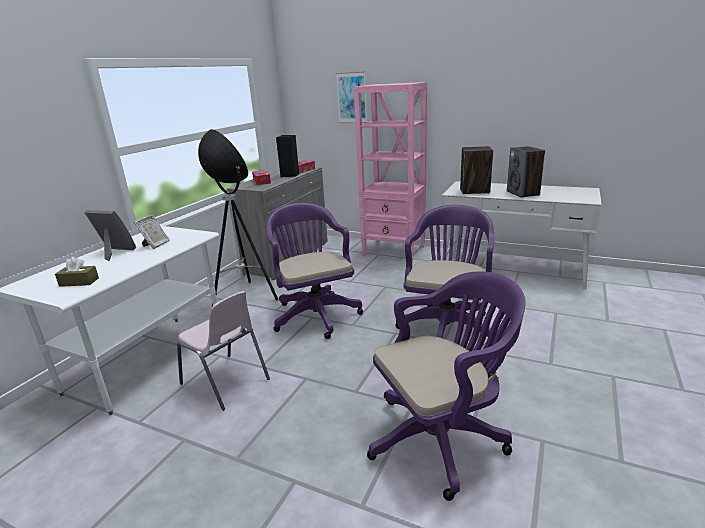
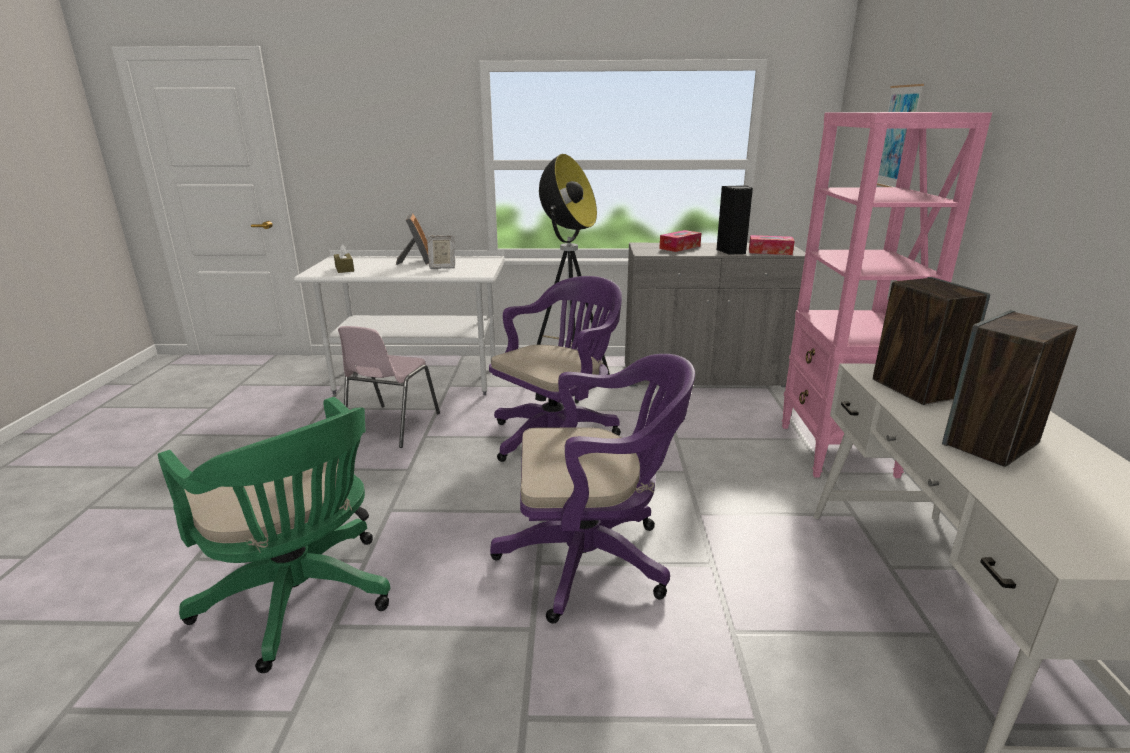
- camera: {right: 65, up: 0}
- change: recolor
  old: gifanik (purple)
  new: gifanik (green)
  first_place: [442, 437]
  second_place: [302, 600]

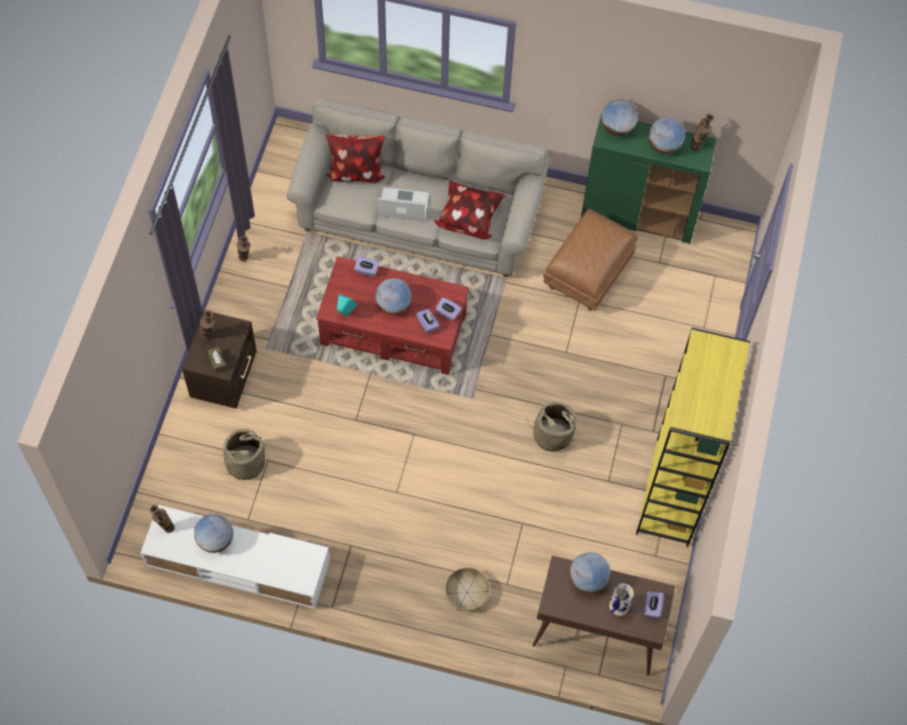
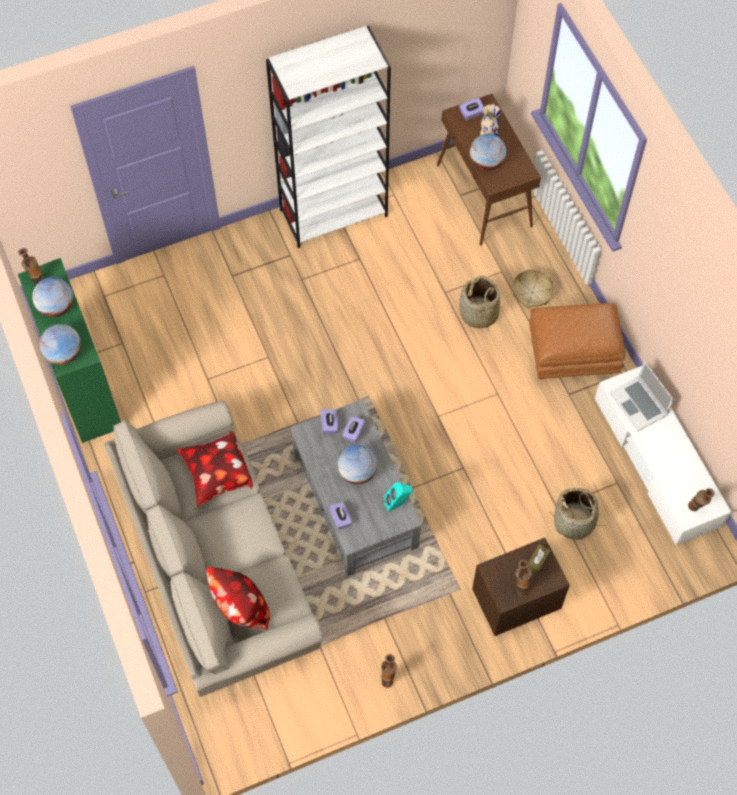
- camera: {right: -125, up: 0}
- change: delete
  old: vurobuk
  first_place: [215, 540]
- change: move
  old: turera
  first_place: [403, 205]
  second_place: [639, 403]
- change: move
  old: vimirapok
  first_place: [552, 435]
  second_place: [478, 314]
- change: move
  old: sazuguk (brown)
  first_place: [587, 273]
  second_place: [571, 355]
- change: recolor
  old: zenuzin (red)
  new: zenuzin (grey)
  first_place: [394, 330]
  second_place: [355, 499]
- change: recolor
  old: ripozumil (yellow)
  new: ripozumil (white)
  first_place: [672, 494]
  second_place: [334, 212]

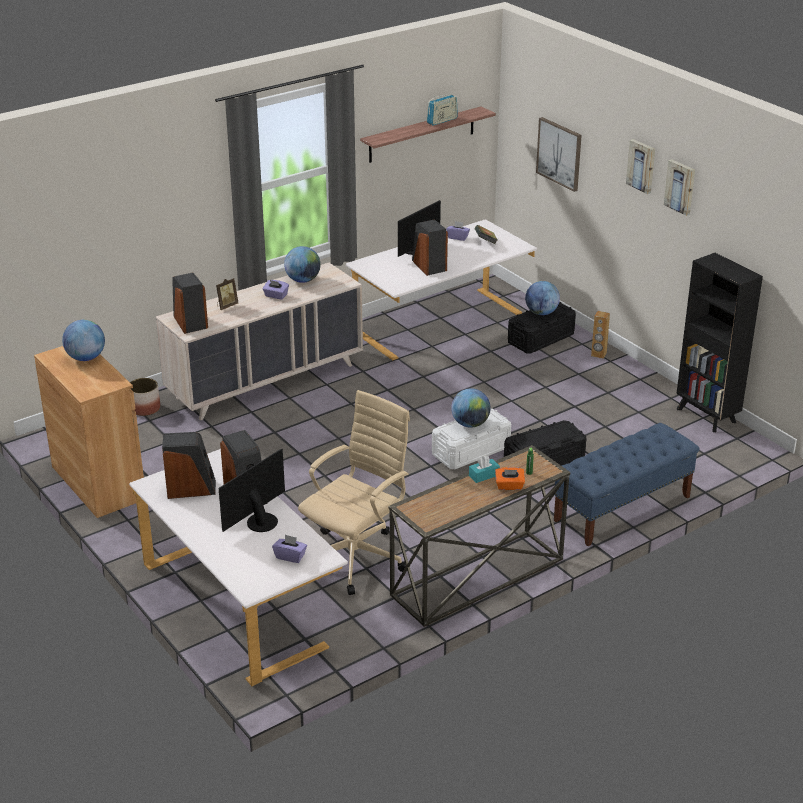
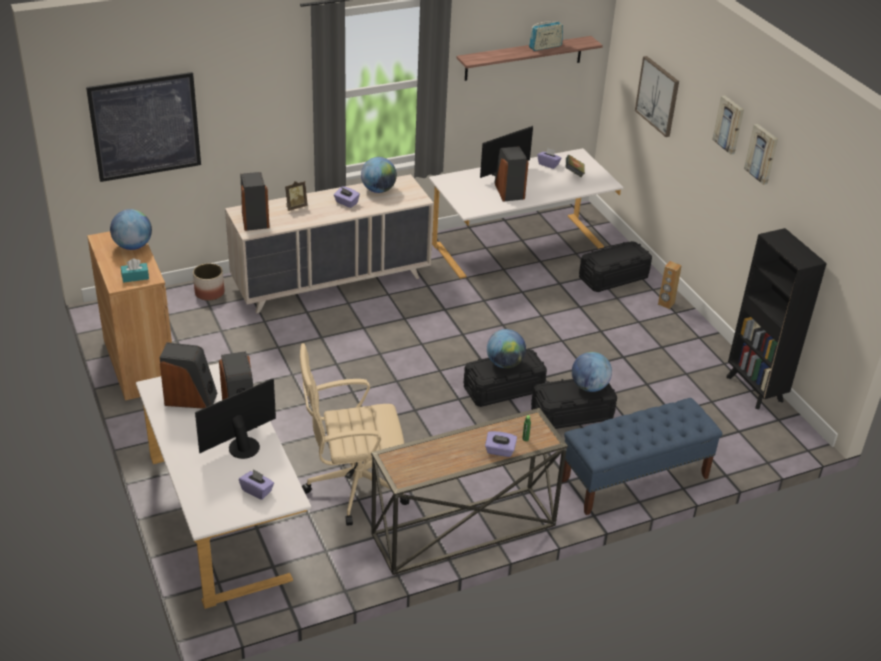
- camera: {right: 10, up: 5}
- change: insert
  new: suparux
  second_place: [145, 126]
- change: move
  old: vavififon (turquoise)
  first_place: [484, 475]
  second_place: [135, 277]
- change: move
  old: vurobuk
  first_place: [541, 313]
  second_place: [589, 387]
- change: recolor
  old: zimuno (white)
  new: zimuno (black)
  first_place: [470, 451]
  second_place: [503, 389]
- change: recolor
  old: vavififon (orange)
  new: vavififon (purple)
  first_place: [509, 486]
  second_place: [500, 451]
- change: rotate
  old: gifanik (beige)
  first_place: [356, 557]
  second_place: [353, 486]
  degrees: -150

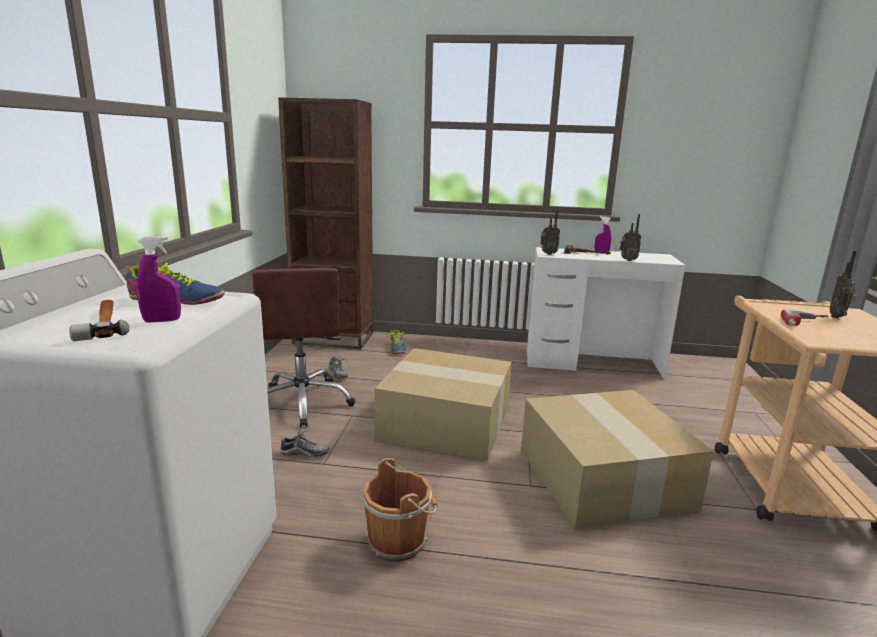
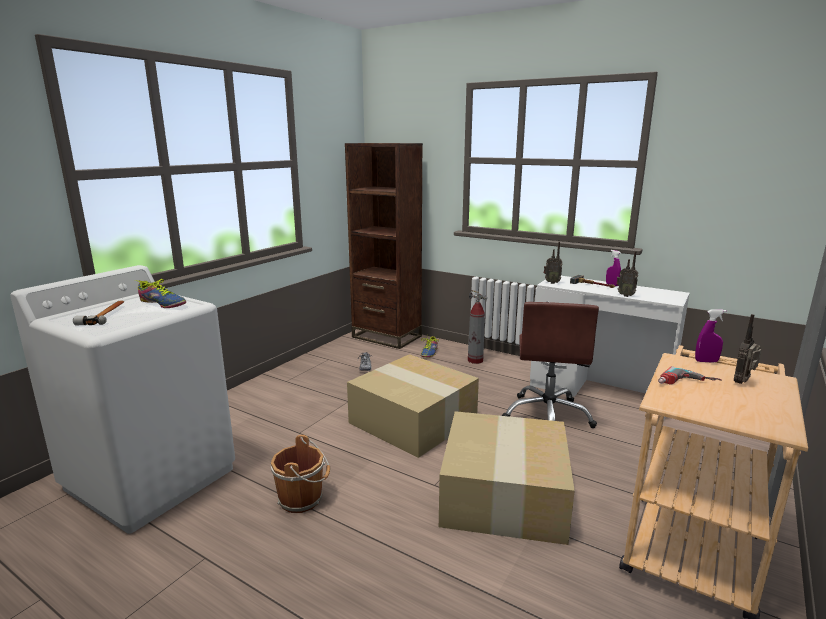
- camera: {right: 25, up: 0}
- change: delete
  old: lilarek
  first_place: [305, 453]
- change: insert
  new: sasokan
  second_place: [475, 360]
- change: move
  old: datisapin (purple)
  first_place: [162, 321]
  second_place: [706, 361]
- change: move
  old: gifanik (brown)
  first_place: [303, 402]
  second_place: [548, 416]

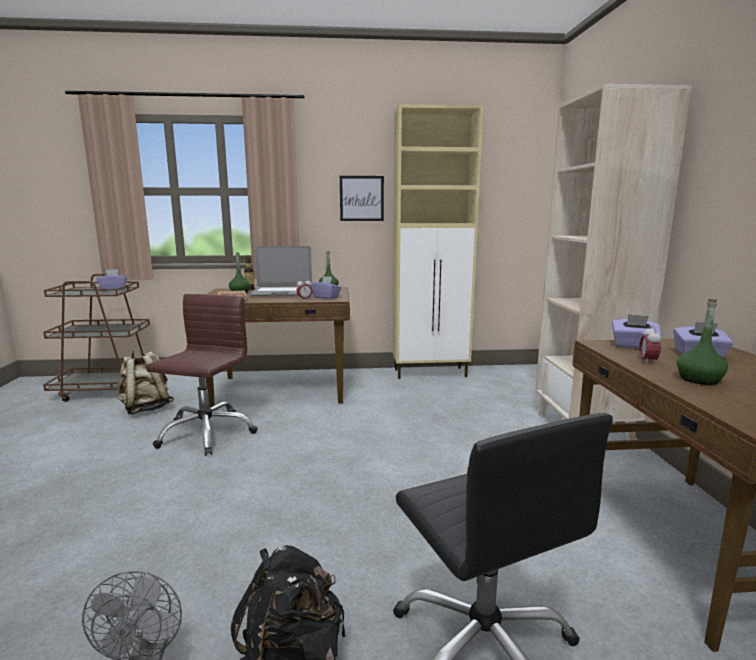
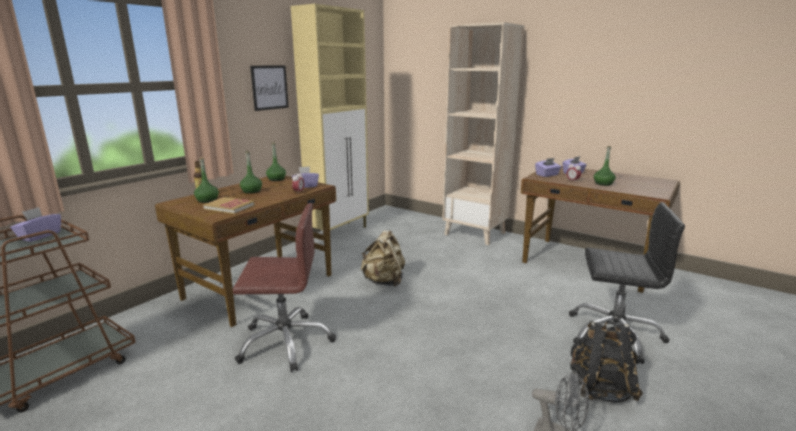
- camera: {right: -50, up: 5}
- change: move
  old: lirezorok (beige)
  first_place: [146, 408]
  second_place: [384, 281]
- change: replace
  old: turera
  new: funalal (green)
  first_place: [282, 293]
  second_place: [251, 191]
- change: rotate
  old: gifanik (brown)
  first_place: [206, 433]
  second_place: [285, 342]
  degrees: 120

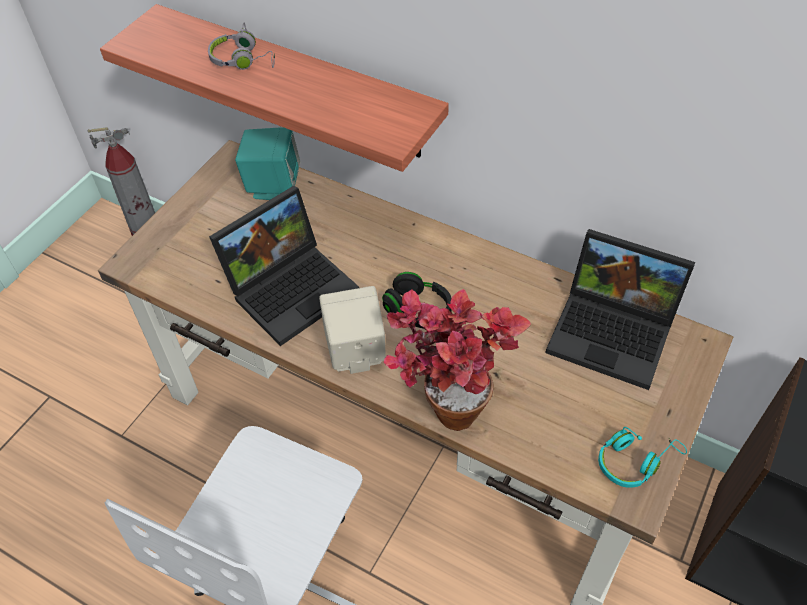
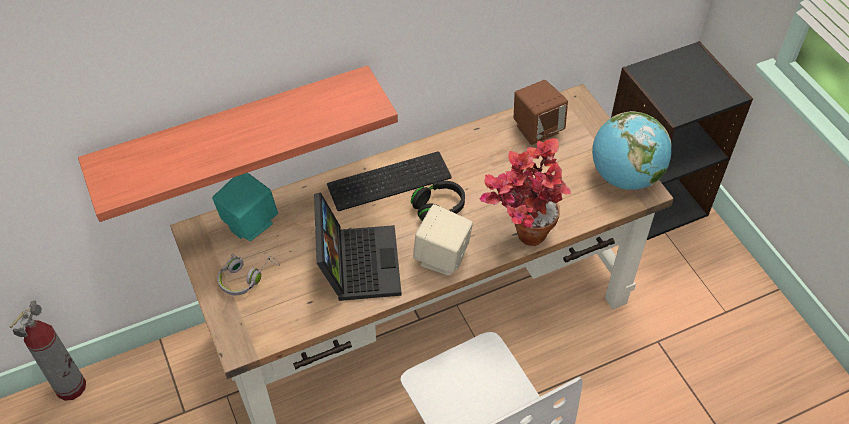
- camera: {right: -55, up: 0}
- change: insert
  new: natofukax
  second_place: [390, 179]
- change: move
  old: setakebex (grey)
  first_place: [243, 60]
  second_place: [246, 277]
- change: replace
  old: turera
  new: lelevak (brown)
  first_place: [614, 332]
  second_place: [537, 129]
- change: replace
  old: setakebex (turquoise)
  new: vurobuk
  first_place: [635, 461]
  second_place: [624, 176]

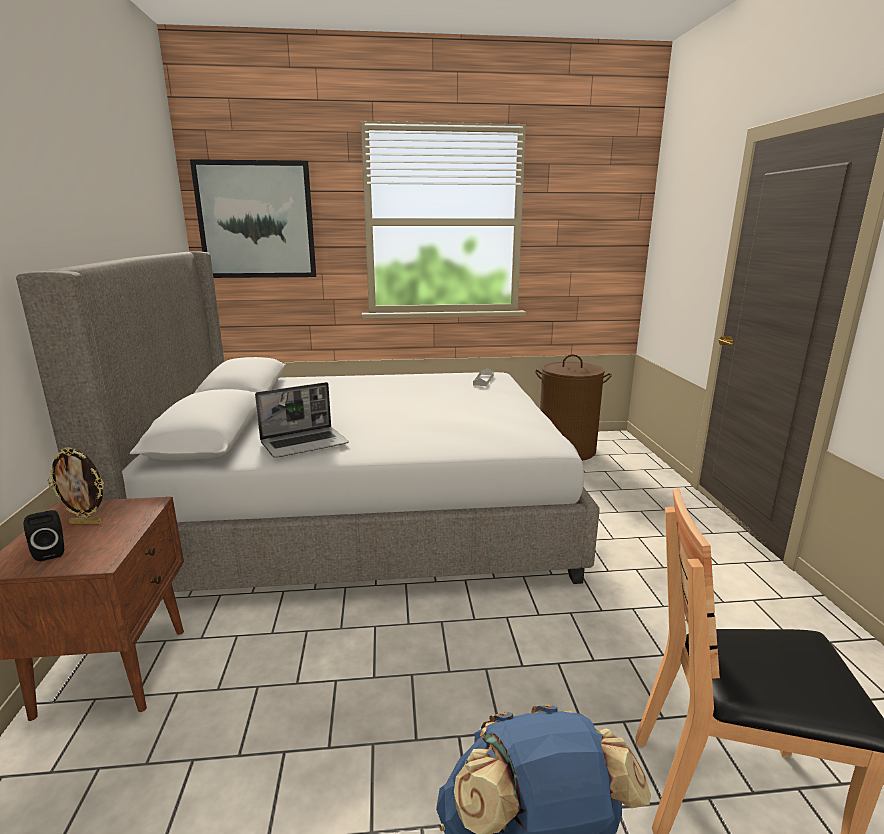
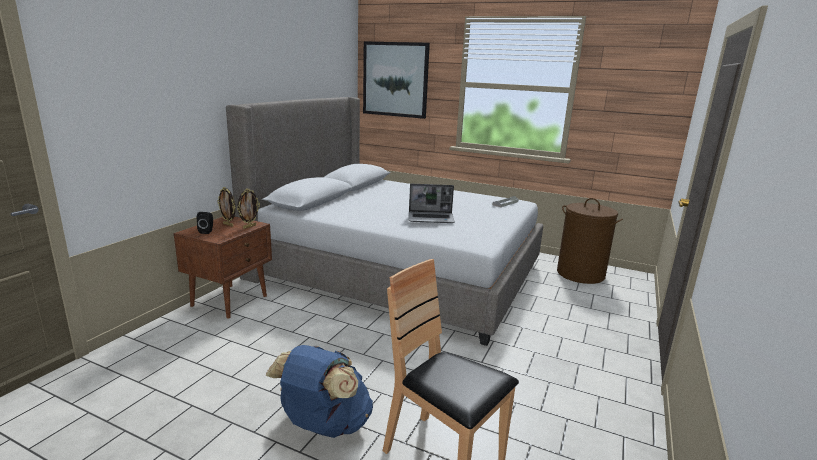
- camera: {right: 30, up: 0}
- change: insert
  new: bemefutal
  second_place: [249, 226]
- change: move
  old: turera
  first_place: [305, 443]
  second_place: [431, 218]

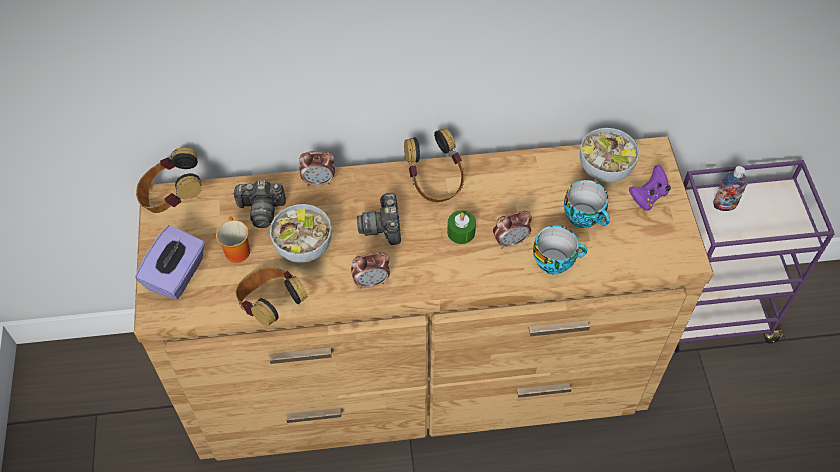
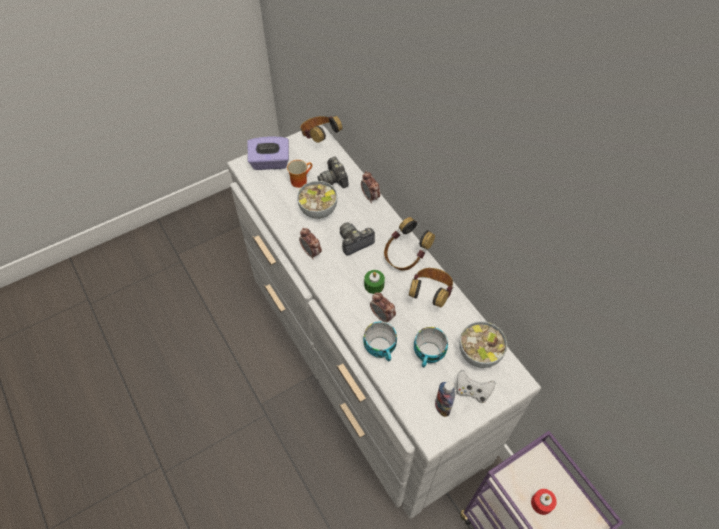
- camera: {right: 65, up: 0}
- change: insert
  new: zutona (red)
  second_place: [541, 503]
- change: move
  old: setakebex
  first_place: [271, 305]
  second_place: [430, 294]
- change: move
  old: funalal
  first_place: [724, 205]
  second_place: [442, 407]
- change: recolor
  old: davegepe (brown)
  new: davegepe (white)
  first_place: [420, 374]
  second_place: [362, 361]
- change: recolor
  old: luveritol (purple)
  new: luveritol (white)
  first_place: [648, 197]
  second_place: [472, 391]

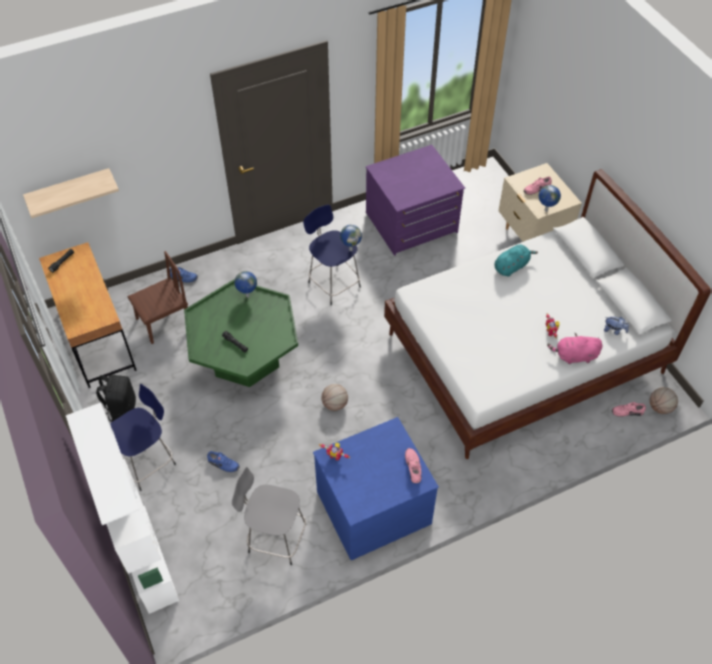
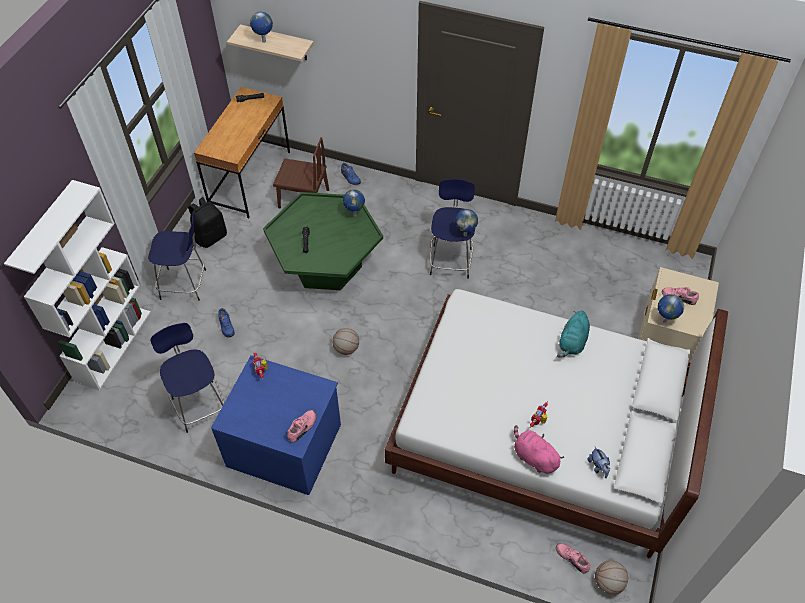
- camera: {right: 45, up: 0}
- change: delete
  old: davegepe (purple)
  first_place: [412, 223]
- change: insert
  new: vurobuk
  second_place: [264, 41]
- change: recolor
  old: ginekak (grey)
  new: ginekak (blue)
  first_place: [275, 537]
  second_place: [199, 404]
- change: rotate
  old: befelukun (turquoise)
  first_place: [512, 266]
  second_place: [572, 343]
  degrees: 105

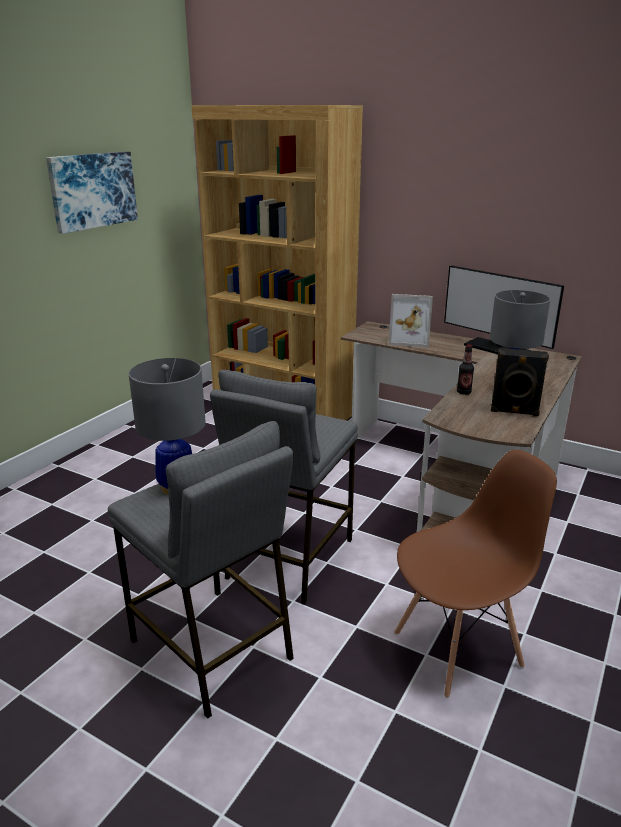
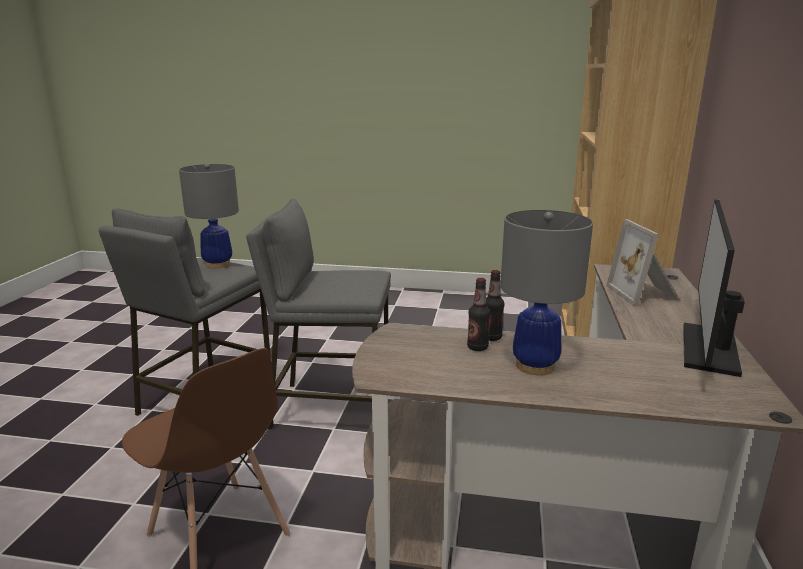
- camera: {right: 70, up: -5}
- change: delete
  old: suparux
  first_place: [92, 190]
- change: delete
  old: lelevak (black)
  first_place: [514, 412]
- change: insert
  new: funalal
  second_place: [477, 347]

